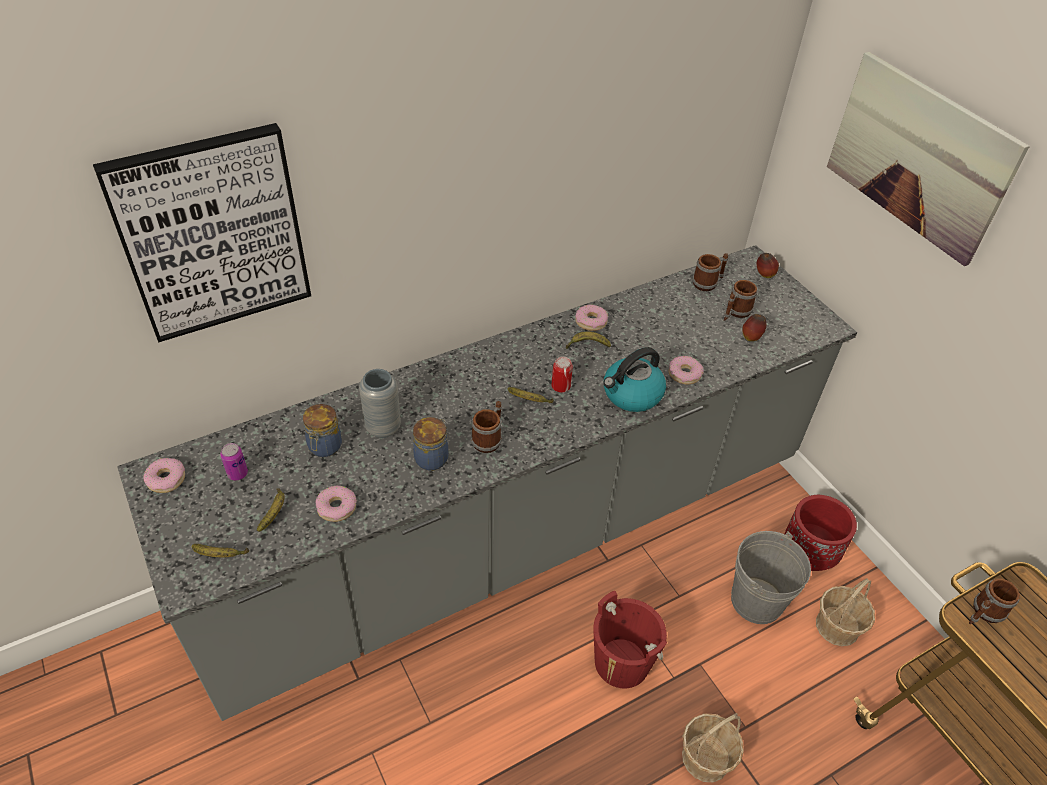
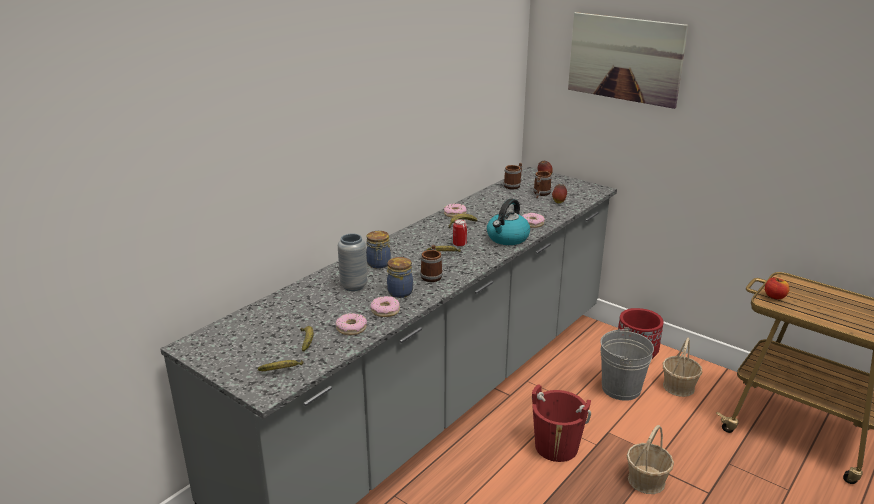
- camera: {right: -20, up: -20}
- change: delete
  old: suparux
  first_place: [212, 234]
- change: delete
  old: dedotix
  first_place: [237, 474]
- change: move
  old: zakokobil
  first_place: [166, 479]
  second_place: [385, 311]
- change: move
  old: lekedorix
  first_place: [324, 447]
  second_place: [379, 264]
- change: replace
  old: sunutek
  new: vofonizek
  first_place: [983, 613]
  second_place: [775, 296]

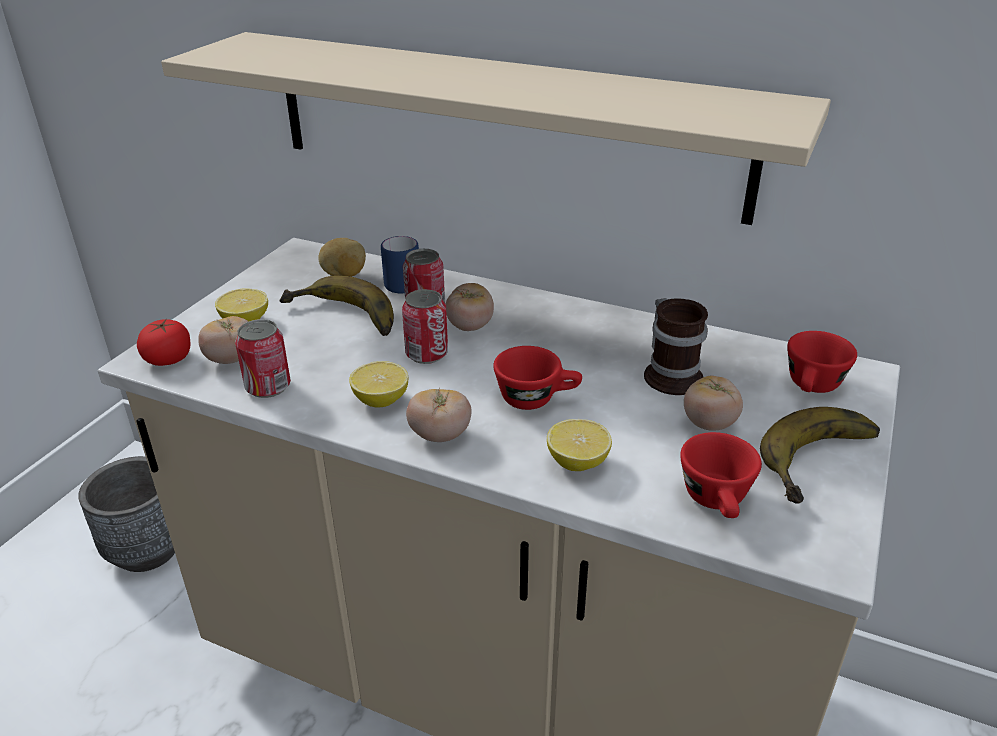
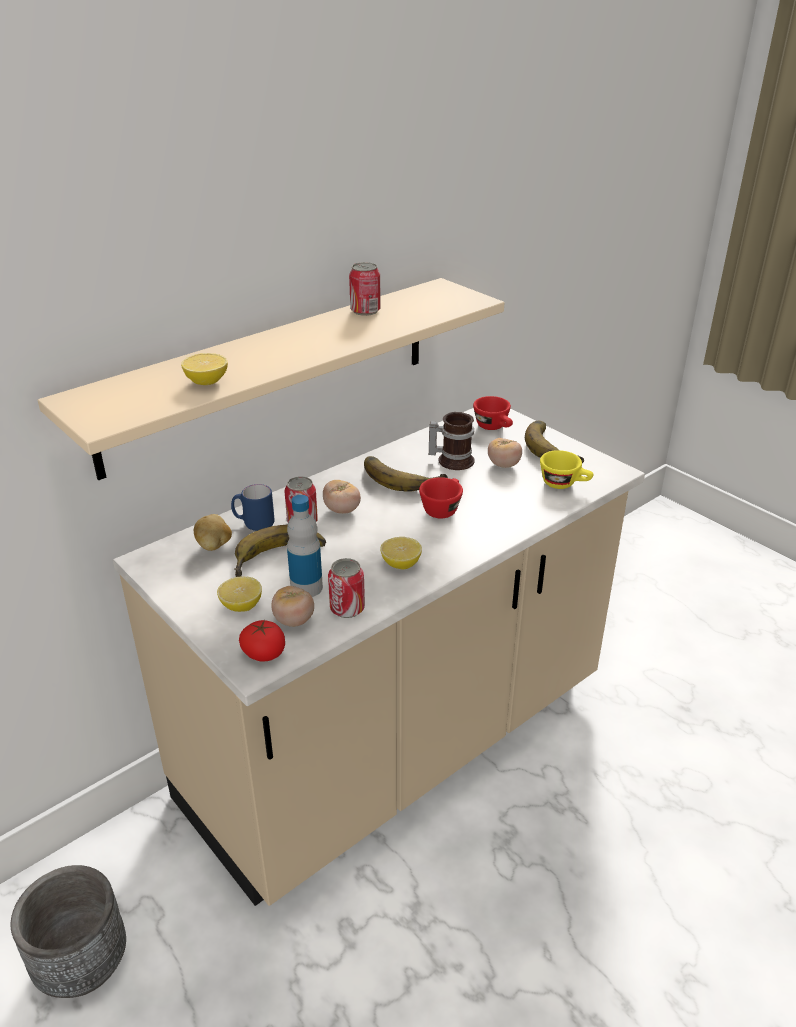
- camera: {right: -65, up: 0}
- change: delete
  old: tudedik
  first_place: [440, 435]
- change: insert
  new: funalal
  second_place: [306, 587]
- change: insert
  new: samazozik
  second_place: [402, 476]
- change: move
  old: dedotix
  first_place: [427, 354]
  second_place: [365, 311]
- change: move
  old: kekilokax
  first_place: [577, 462]
  second_place: [206, 382]
- change: recolor
  old: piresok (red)
  new: piresok (yellow)
  first_place: [718, 502]
  second_place: [564, 484]

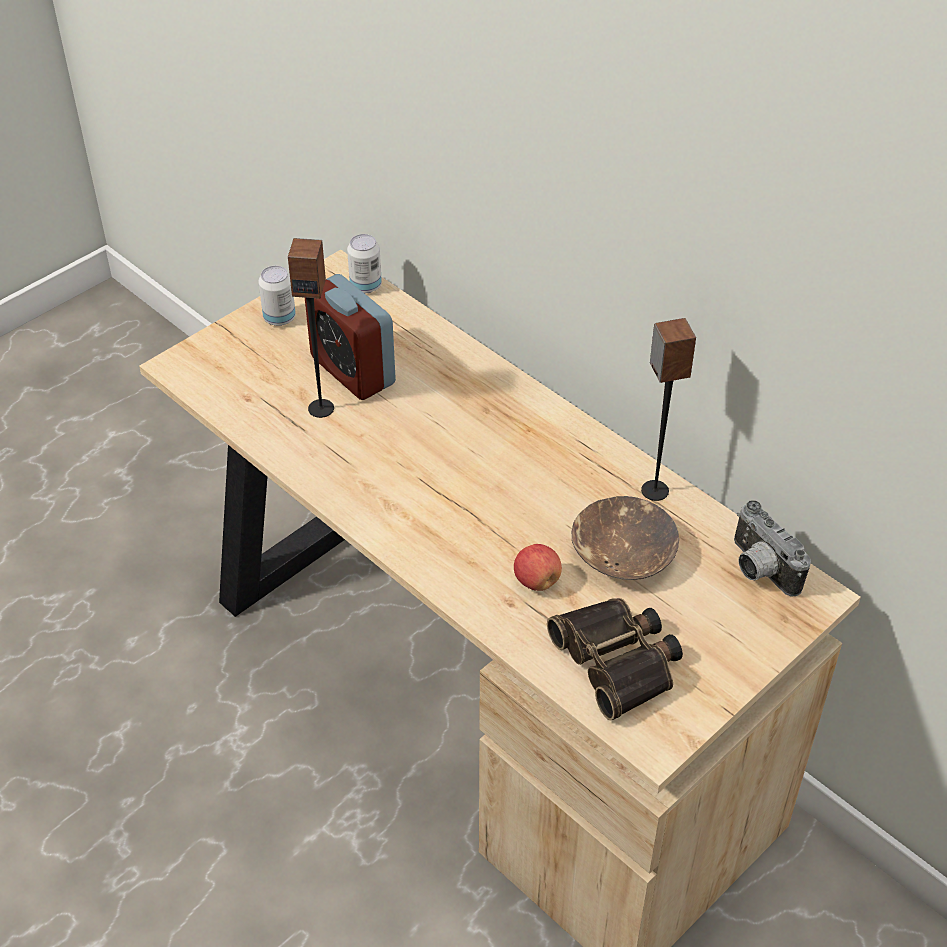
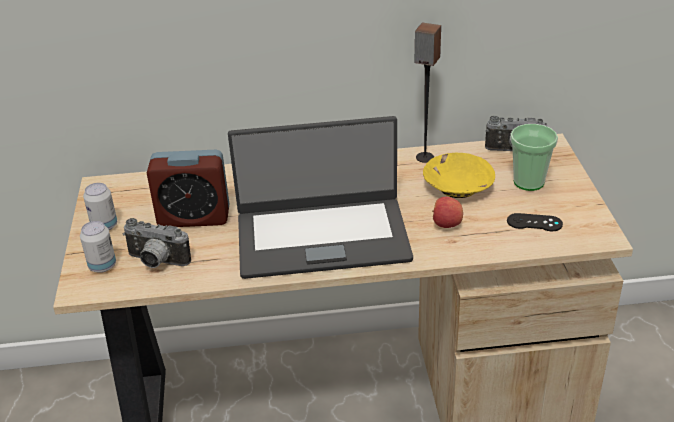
- camera: {right: -50, up: -10}
- change: delete
  old: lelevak
  first_place: [321, 408]
- change: insert
  new: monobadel
  second_place: [156, 262]
- change: insert
  new: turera
  second_place: [322, 236]
- change: insert
  new: piresok
  second_place: [528, 182]
- change: move
  old: dedotix
  first_place: [365, 286]
  second_place: [102, 266]
- change: replace
  old: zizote
  new: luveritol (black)
  first_place: [619, 661]
  second_place: [534, 222]
- change: recolor
  old: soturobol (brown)
  new: soturobol (yellow)
  first_place: [622, 552]
  second_place: [457, 187]

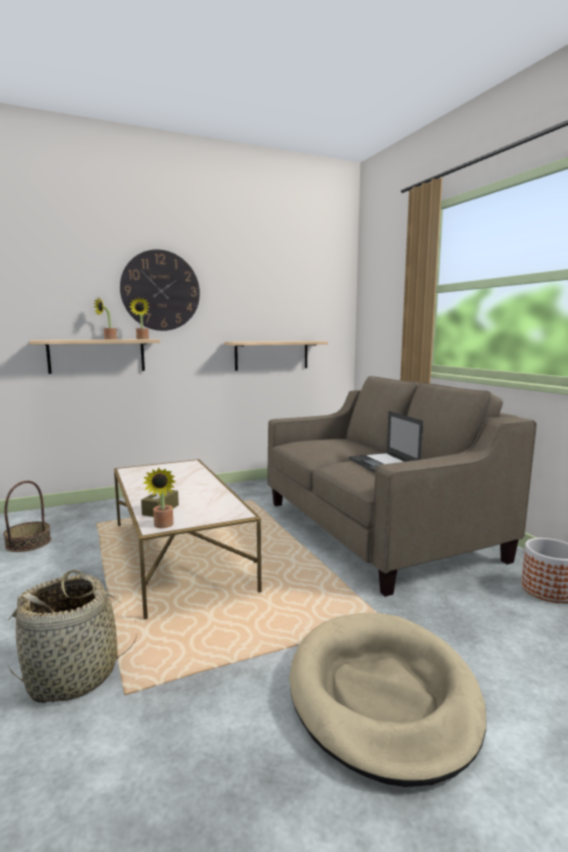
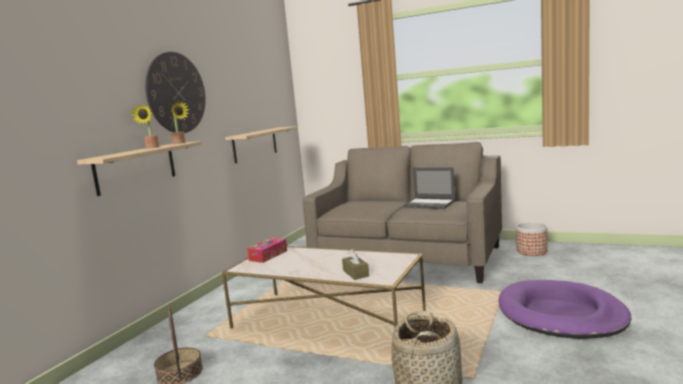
- camera: {right: -40, up: 0}
- change: delete
  old: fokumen
  first_place: [163, 526]
- change: insert
  new: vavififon
  second_place: [268, 255]
- change: recolor
  old: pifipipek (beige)
  new: pifipipek (purple)
  first_place: [382, 695]
  second_place: [560, 314]

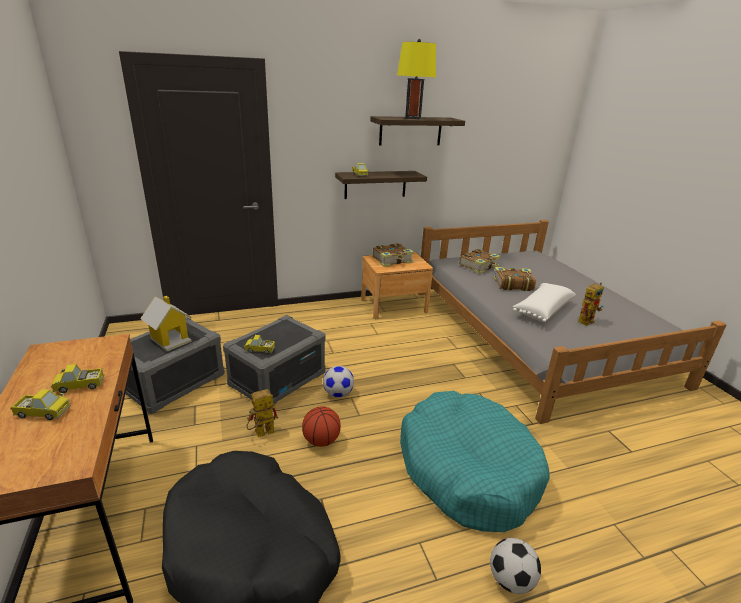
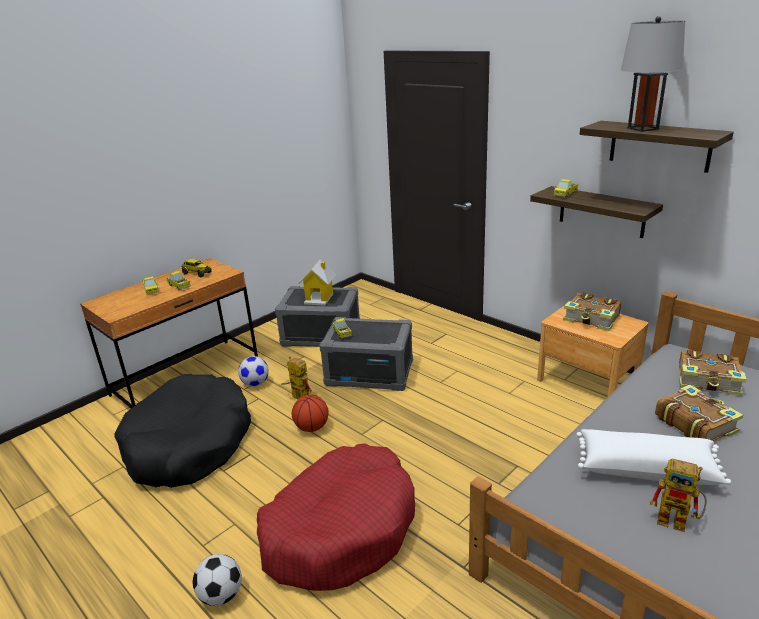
- camera: {right: 65, up: 0}
- change: insert
  new: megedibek
  second_place: [196, 273]
- change: move
  old: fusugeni
  first_place: [338, 393]
  second_place: [255, 383]
- change: recolor
  old: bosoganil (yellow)
  new: bosoganil (grey)
  first_place: [413, 118]
  second_place: [643, 128]
- change: recolor
  old: pifipipek (turquoise)
  new: pifipipek (red)
  first_place: [467, 469]
  second_place: [340, 529]

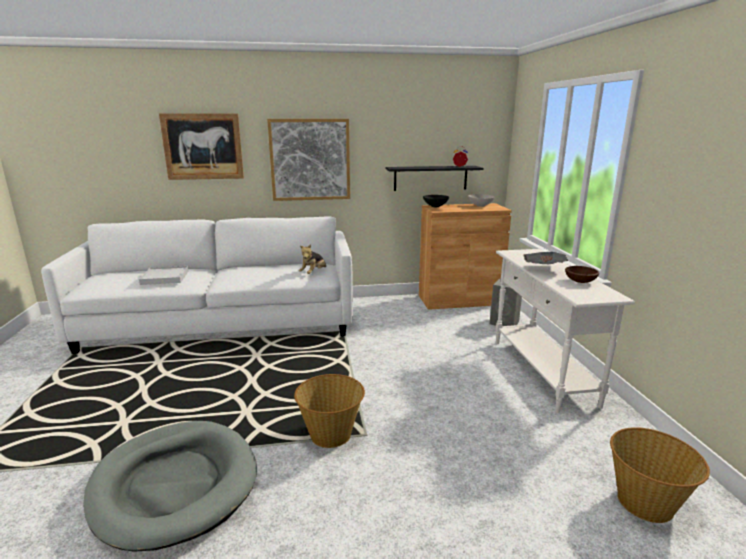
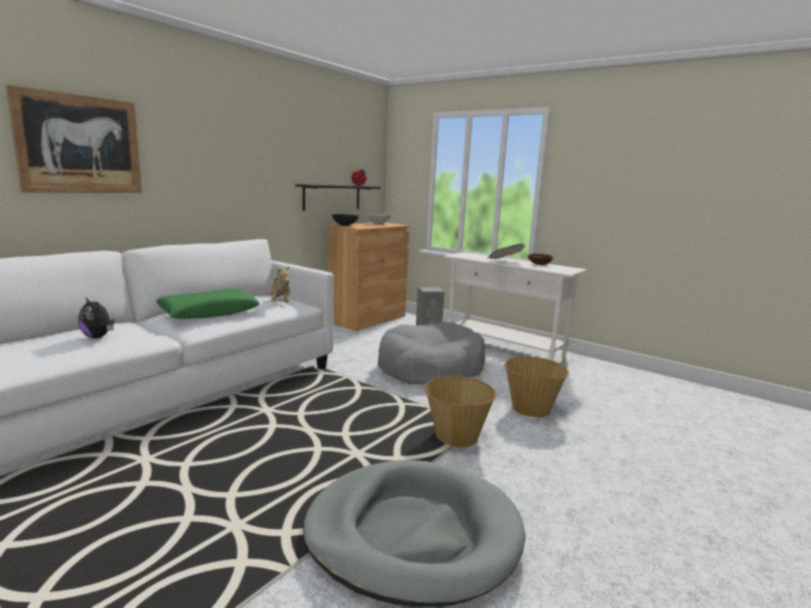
- camera: {right: -45, up: -5}
- change: delete
  old: suparux
  first_place: [310, 160]
- change: insert
  new: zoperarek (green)
  second_place: [209, 312]
- change: insert
  new: pifipipek (grey)
  second_place: [430, 368]
- change: move
  old: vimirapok
  first_place: [646, 502]
  second_place: [531, 408]
- change: replace
  old: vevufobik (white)
  new: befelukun
  first_place: [165, 277]
  second_place: [98, 337]

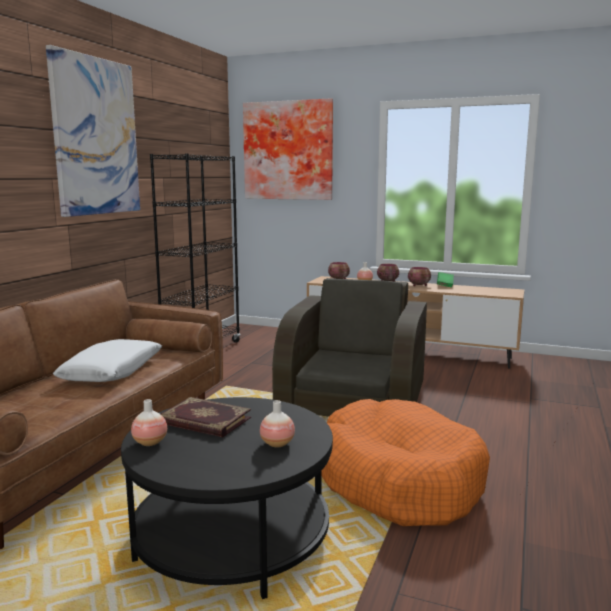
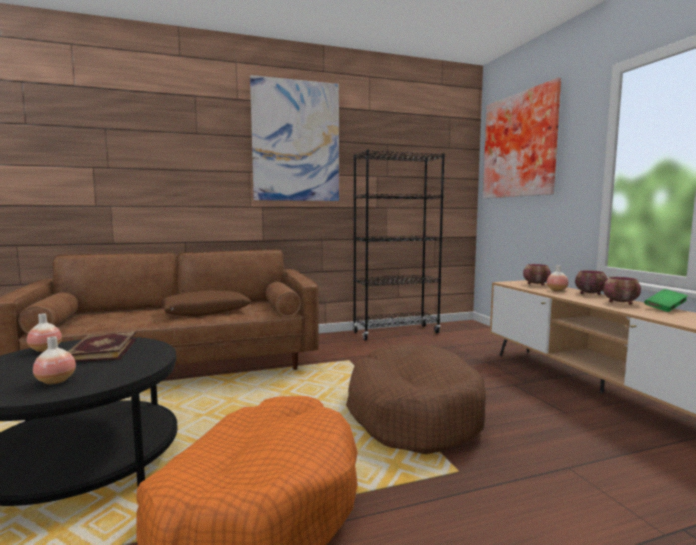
- camera: {right: 50, up: -5}
- change: replace
  old: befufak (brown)
  new: pifipipek (brown)
  first_place: [354, 401]
  second_place: [413, 413]
- change: recolor
  old: zoperarek (white)
  new: zoperarek (brown)
  first_place: [112, 371]
  second_place: [205, 312]

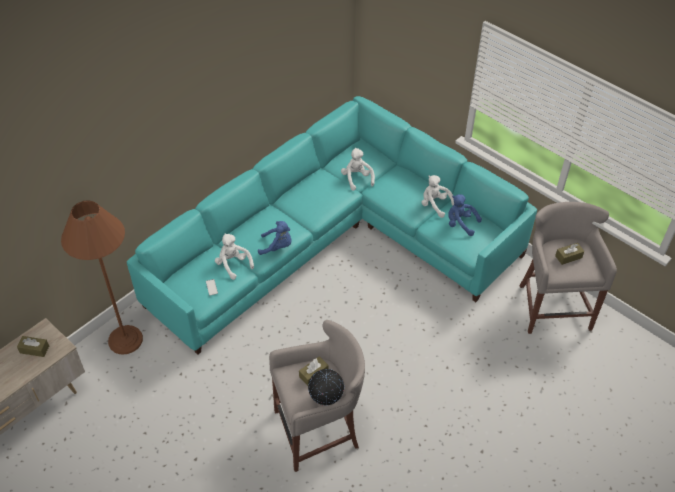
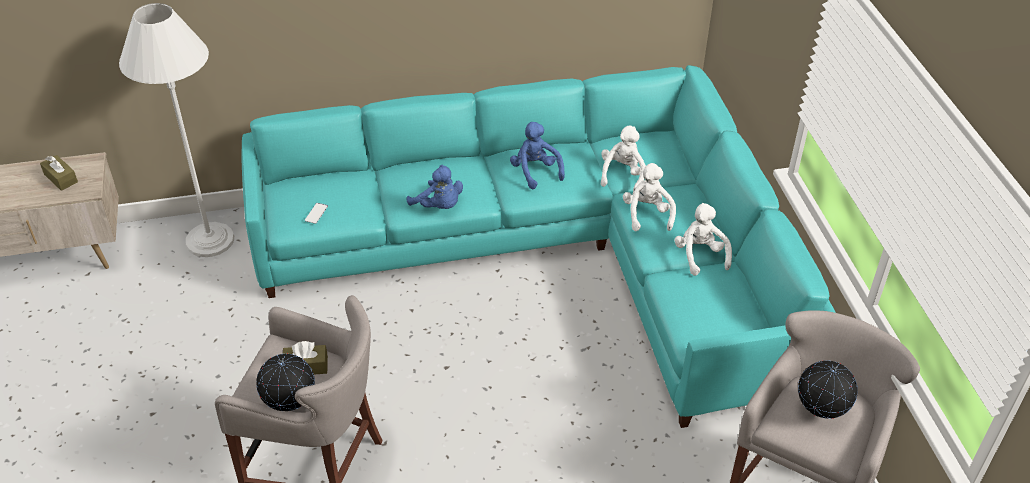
- camera: {right: 35, up: -5}
- change: move
  old: befelukun (white)
  first_place: [233, 264]
  second_place: [647, 214]
- change: move
  old: befelukun (blue)
  first_place: [460, 224]
  second_place: [535, 171]
- change: replace
  old: vavififon (brown)
  new: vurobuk
  first_place: [568, 257]
  second_place: [820, 412]
- change: recolor
  old: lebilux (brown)
  new: lebilux (white)
  first_place: [125, 340]
  second_place: [210, 240]

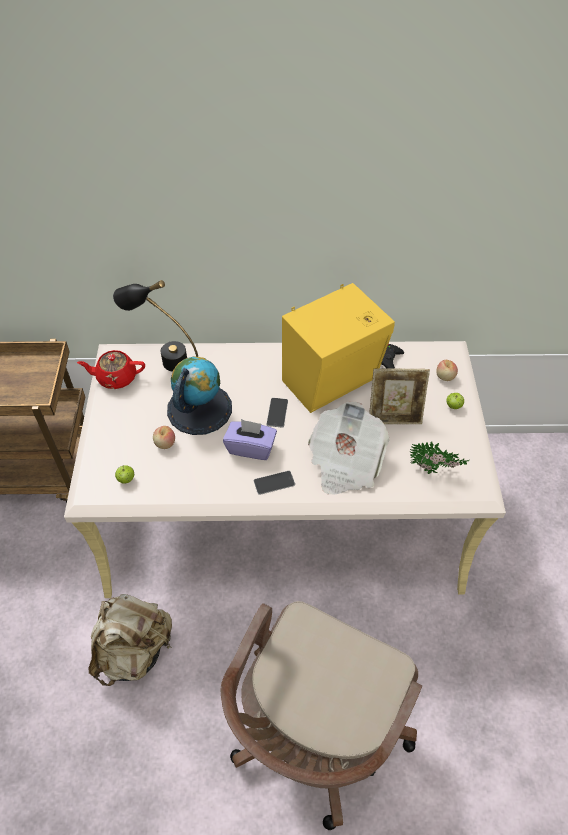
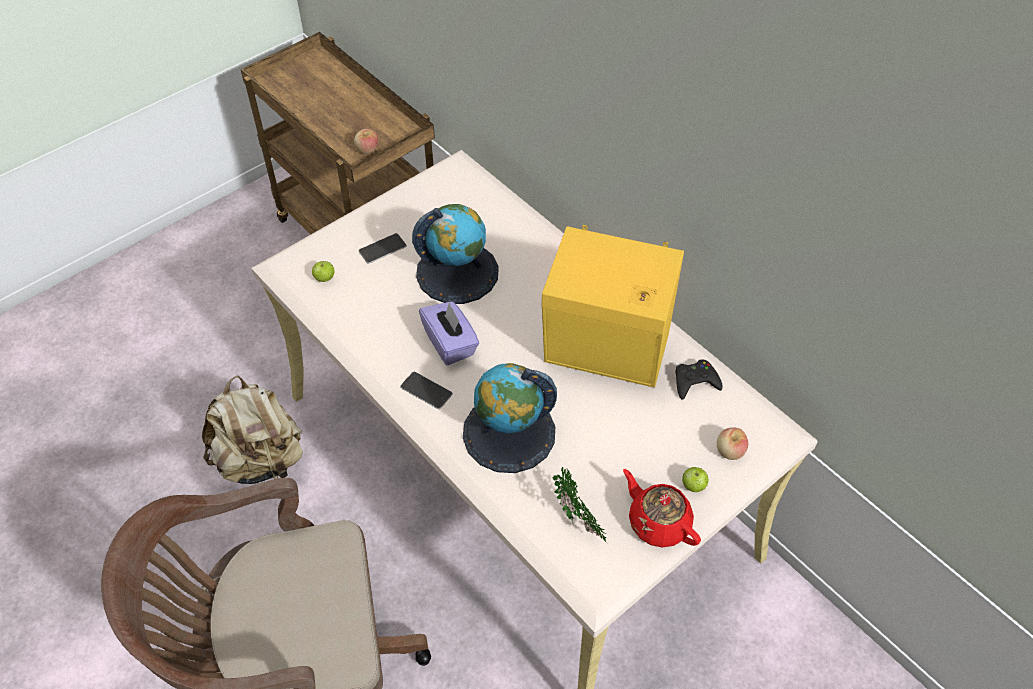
- camera: {right: 50, up: 0}
- change: delete
  old: bosoganil (black)
  first_place: [164, 358]
- change: delete
  old: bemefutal
  first_place: [394, 416]
- change: move
  old: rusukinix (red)
  first_place: [116, 378]
  second_place: [658, 522]
- change: move
  old: vofonizek
  first_place: [165, 443]
  second_place: [367, 149]
- change: move
  old: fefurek
  first_place: [277, 412]
  second_place: [382, 248]
- change: replace
  old: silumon
  new: vurobuk
  first_place: [345, 462]
  second_place: [509, 433]

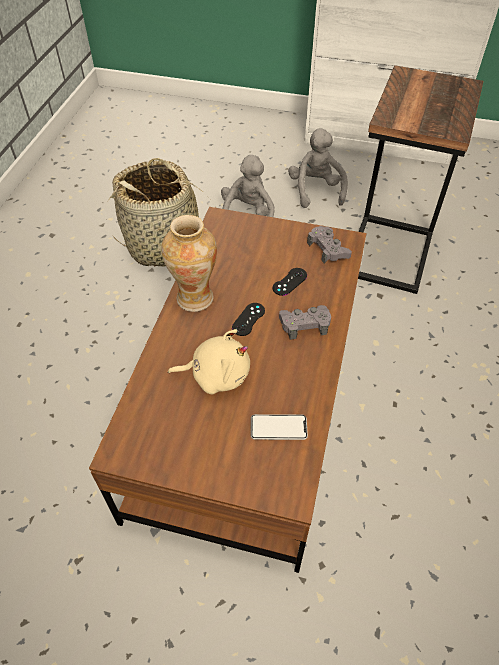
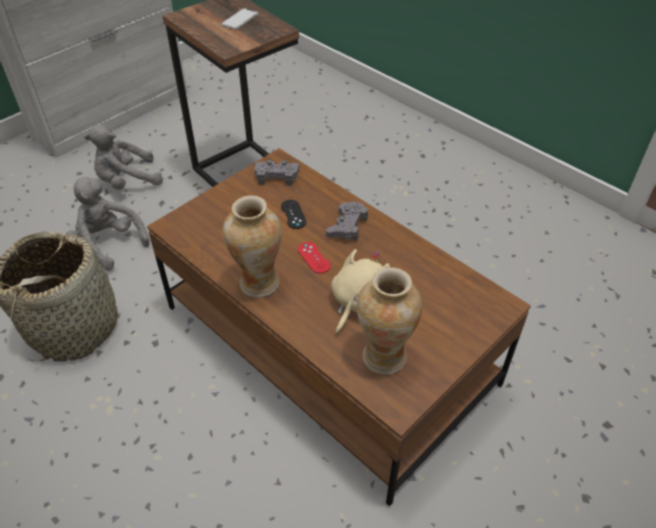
- camera: {right: -60, up: -5}
- change: insert
  new: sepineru
  second_place: [384, 356]
- change: move
  old: fefurek
  first_place: [278, 427]
  second_place: [240, 20]
- change: recolor
  old: luveritol (black)
  new: luveritol (red)
  first_place: [248, 319]
  second_place: [314, 257]
- change: rotate
  old: befelukun (grey)
  first_place: [315, 190]
  second_place: [127, 181]
  degrees: -45

